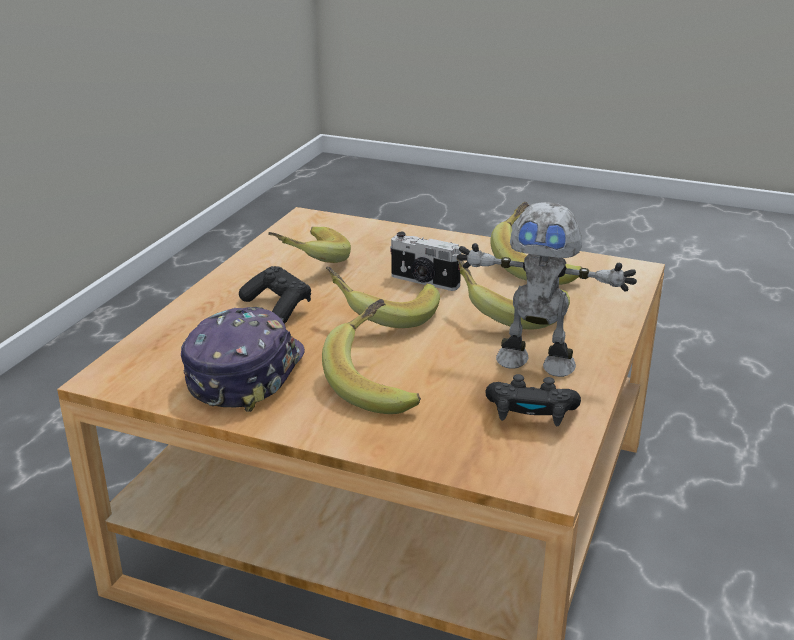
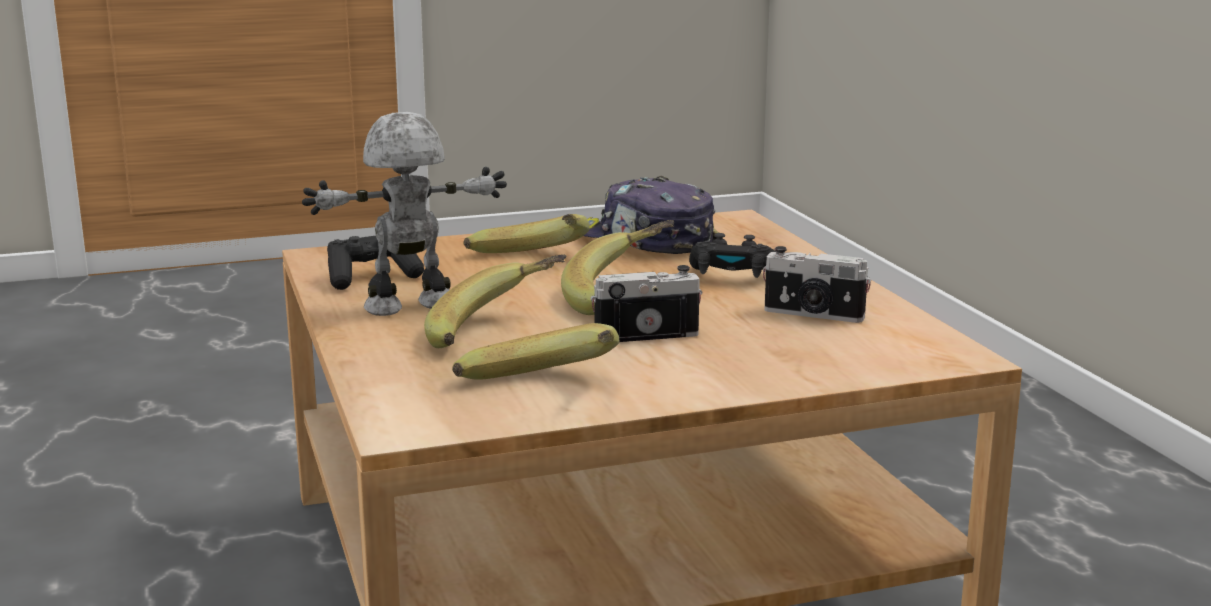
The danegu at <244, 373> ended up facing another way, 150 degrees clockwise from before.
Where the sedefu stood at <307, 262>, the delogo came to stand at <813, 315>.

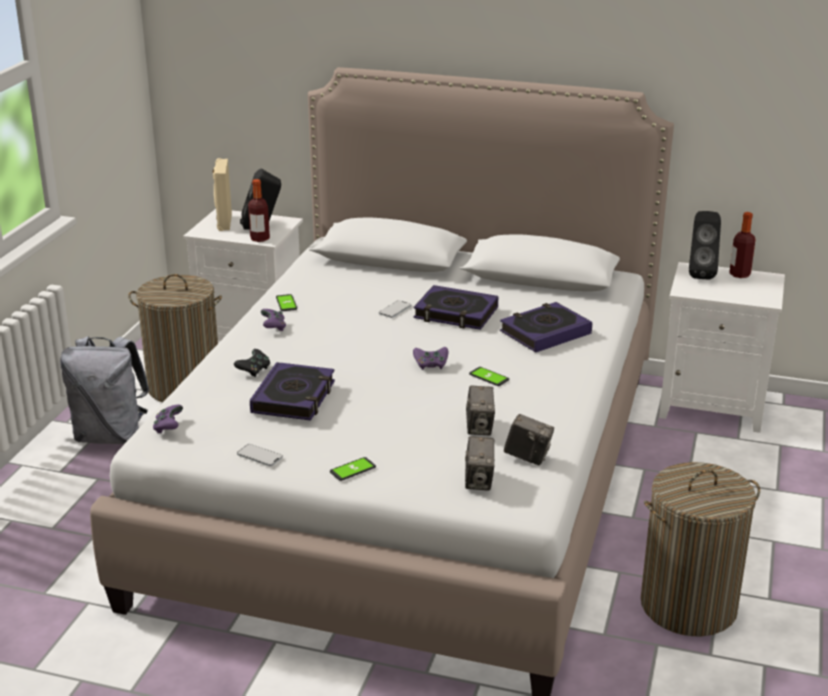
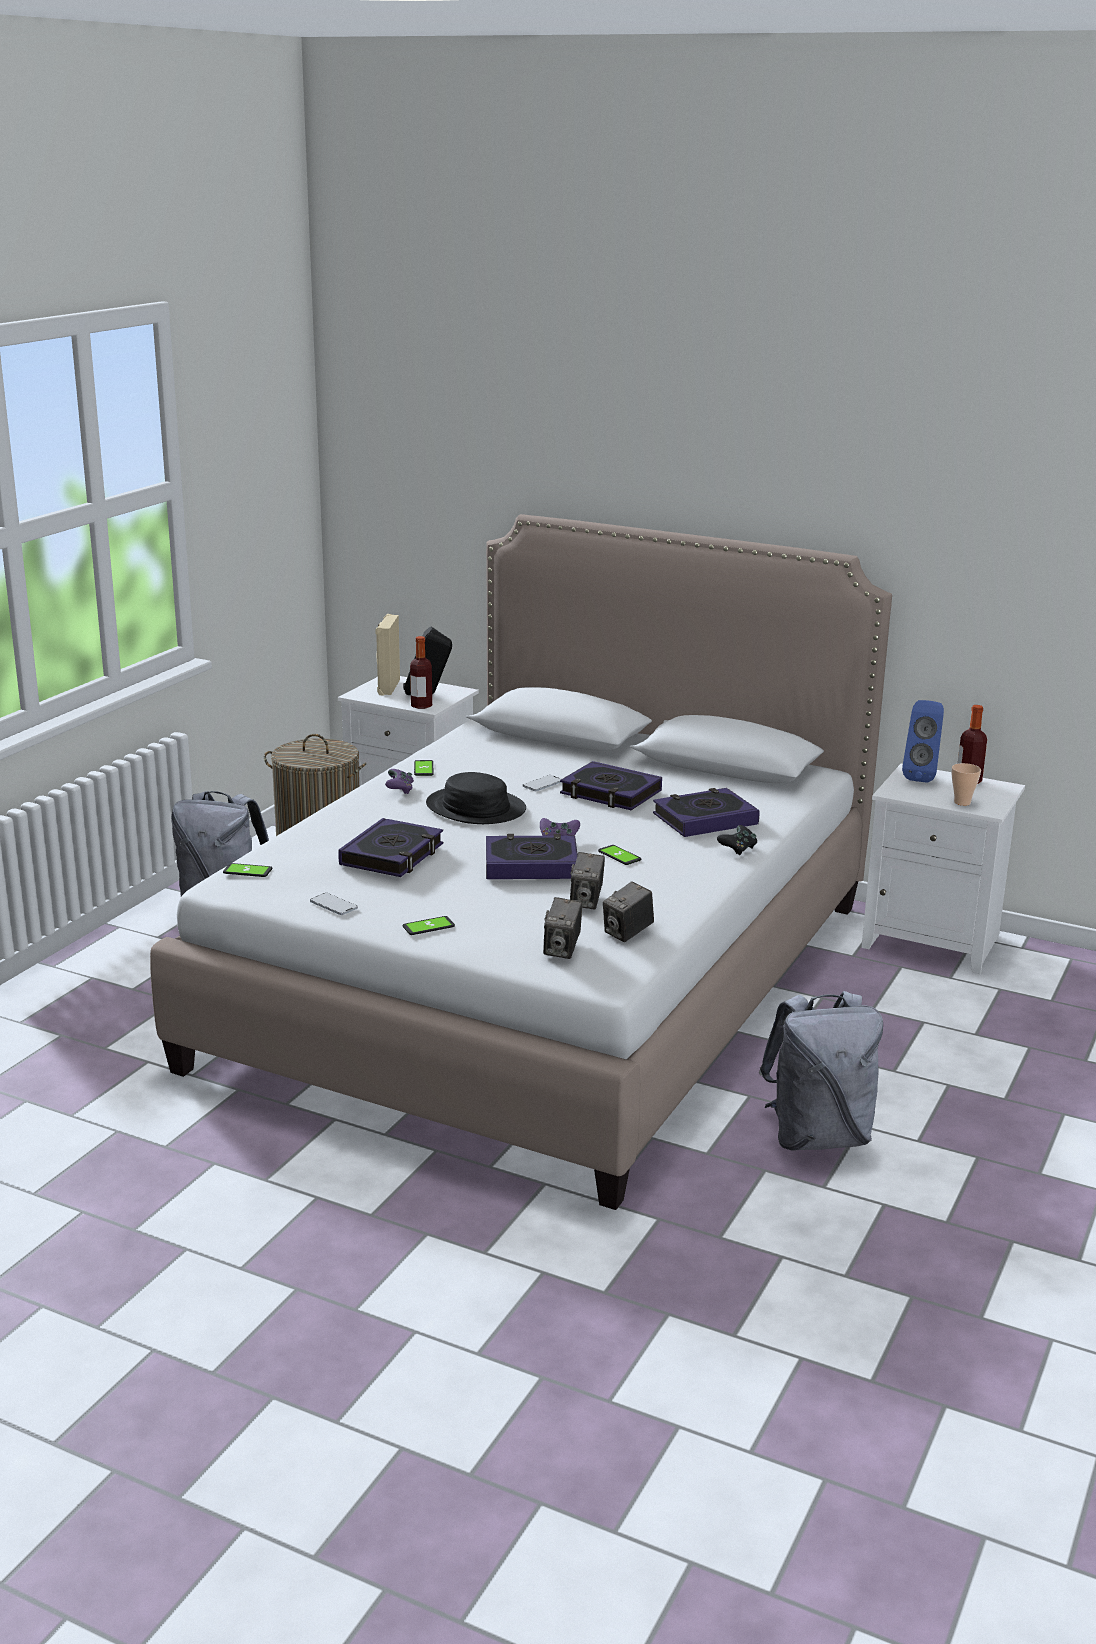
Where the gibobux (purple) stood at <168, 427>, the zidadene came to stand at <247, 871>.
The second view gained the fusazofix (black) at <475, 808>.
The second view gained the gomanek at <531, 865>.
The delogo at <527, 457> ended up facing another way, 105 degrees clockwise from before.
The gibobux (black) ended up elsewhere, having gone from <254, 370> to <738, 849>.
Where the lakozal stood at <688, 605>, the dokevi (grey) came to stand at <818, 1137>.
What was the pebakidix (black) at <700, 274> turned into the pebakidix (blue) at <921, 777>.
The second view gained the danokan at <962, 802>.

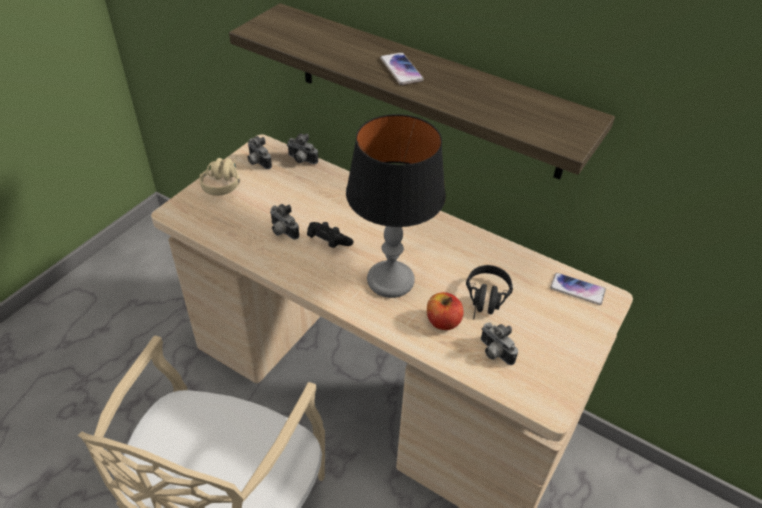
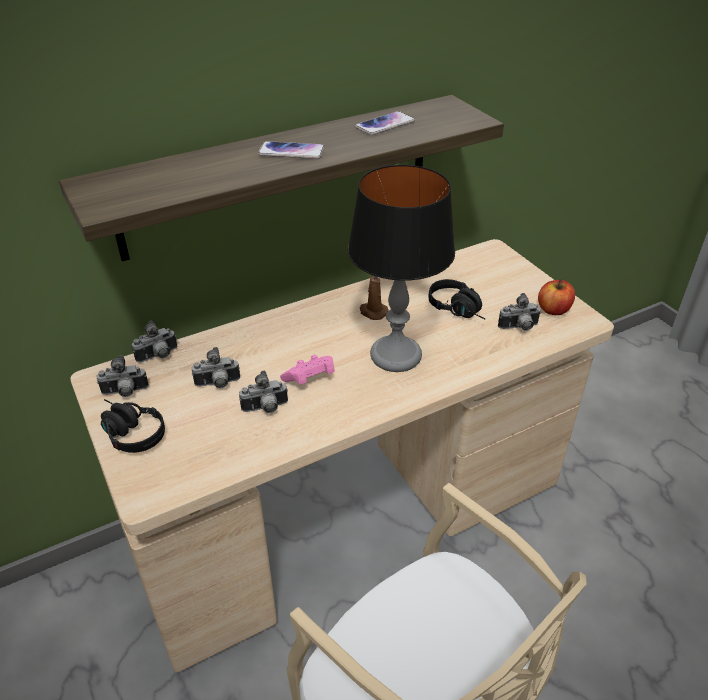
What was the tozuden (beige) at <223, 180> turned into the tozuden (black) at <128, 432>.
The second view gained the delogo at <218, 384>.
What was the gibobux (black) at <328, 242> turned into the gibobux (pink) at <310, 379>.
The zidadene ended up elsewhere, having gone from <577, 289> to <385, 124>.
The second view gained the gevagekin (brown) at <372, 312>.
The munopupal ended up elsewhere, having gone from <443, 321> to <553, 310>.

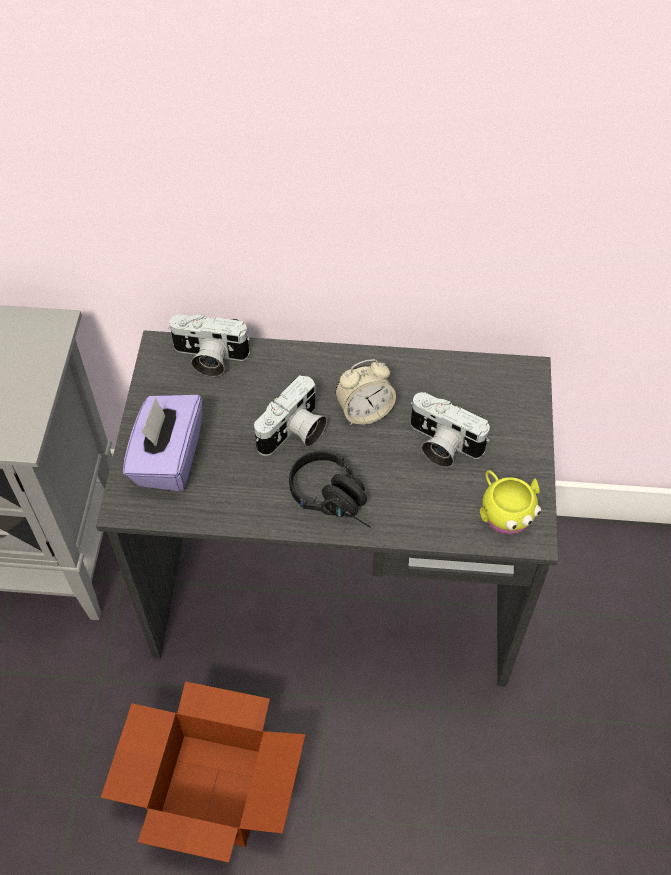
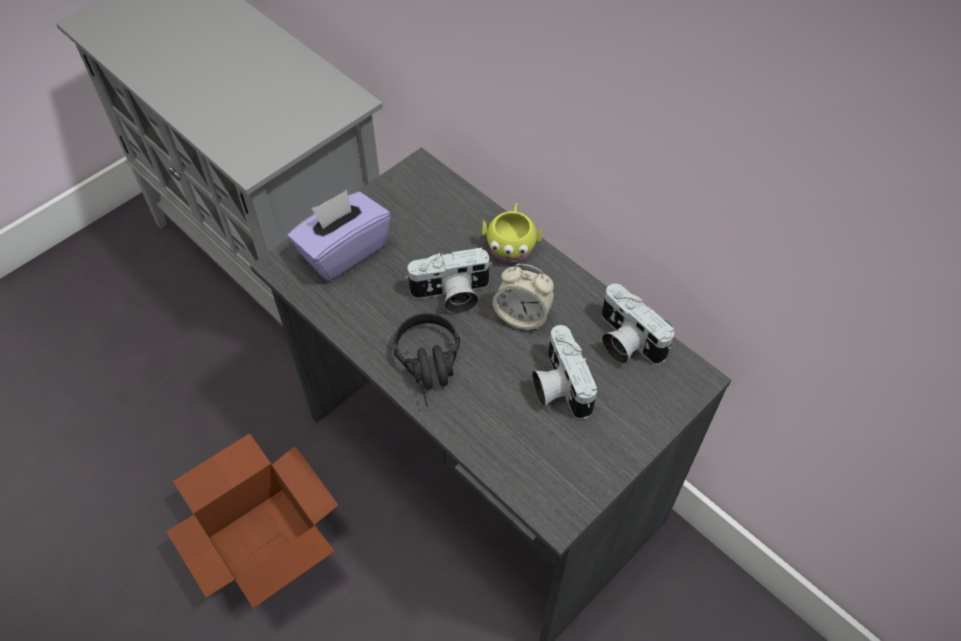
The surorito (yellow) ended up elsewhere, having gone from <504, 511> to <511, 244>.
The delogo ended up elsewhere, having gone from <209, 358> to <625, 341>.

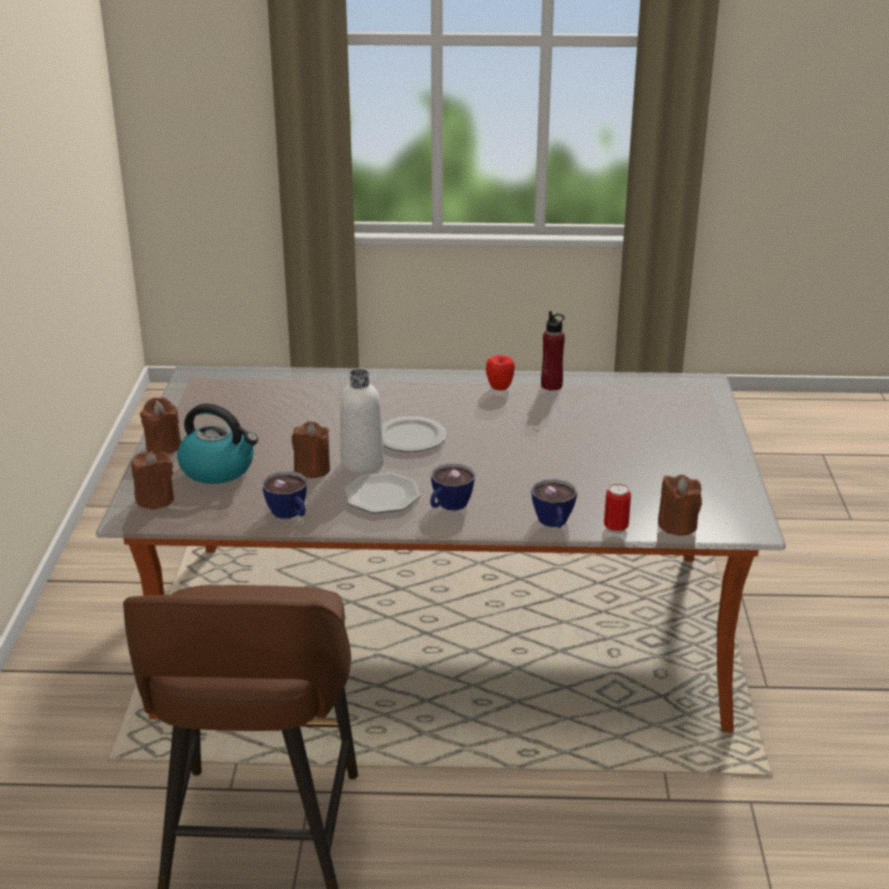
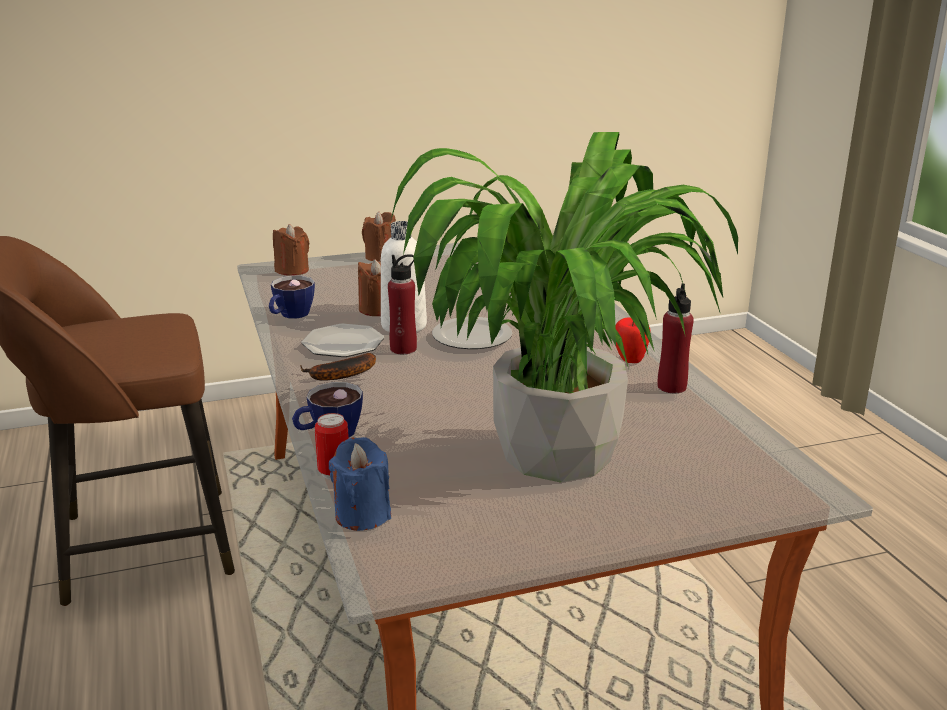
Where the danokan stood at <448, 506>, the sedefu came to stand at <339, 375>.
What was the gevagekin (brown) at <677, 525> turned into the gevagekin (blue) at <362, 515>.
The second view gained the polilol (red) at <403, 349>.
The second view gained the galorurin at <557, 455>.
The second view lost the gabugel at <218, 469>.

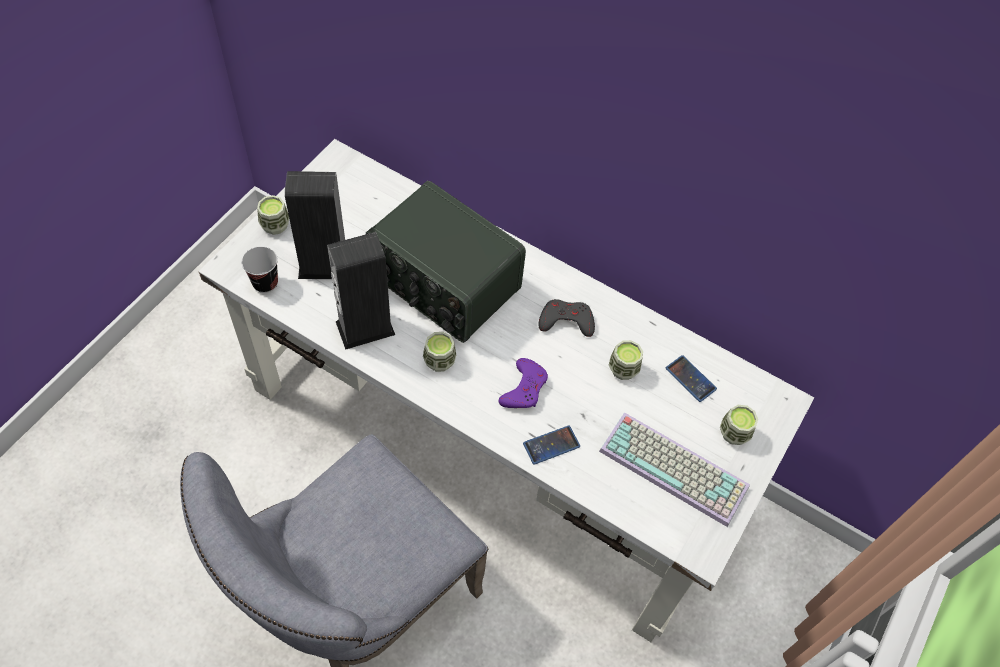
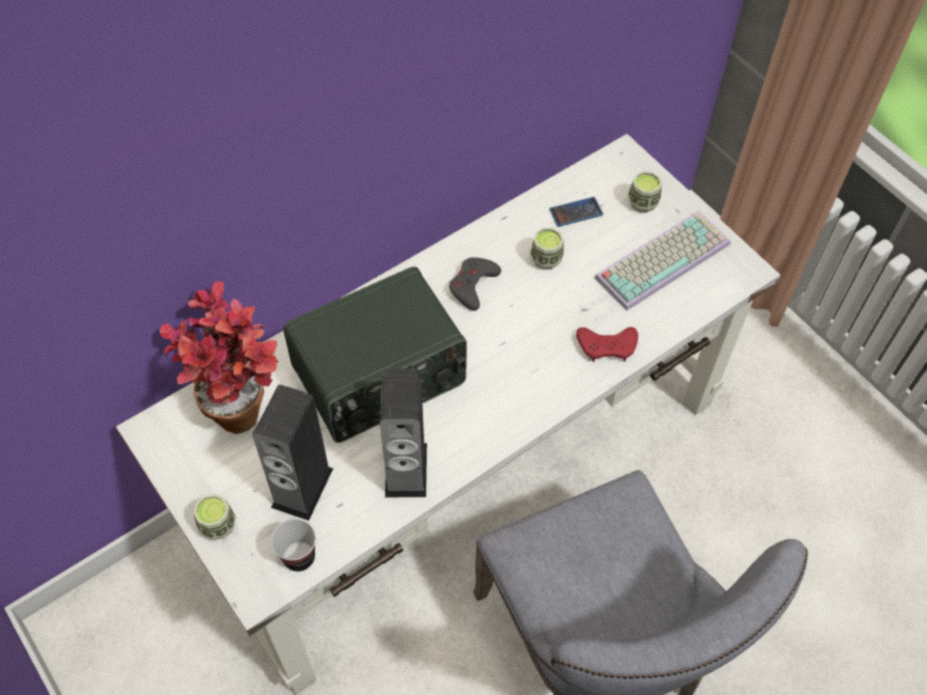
The second view gained the galorurin at <240, 403>.
Where the zidadene stood at <551, 445>, the gibobux (red) came to stand at <607, 346>.
The second view lost the danokan at <439, 361>.
The second view lost the gibobux (purple) at <524, 388>.

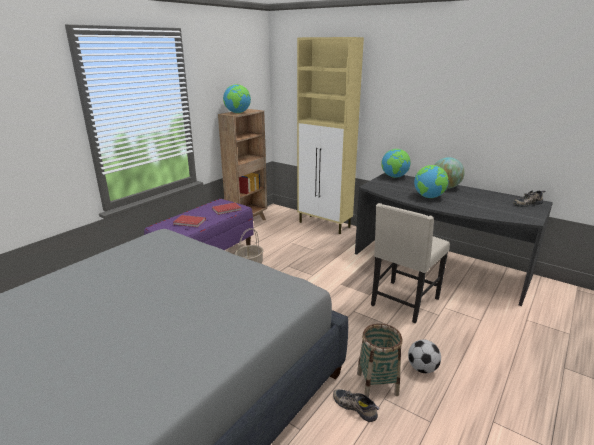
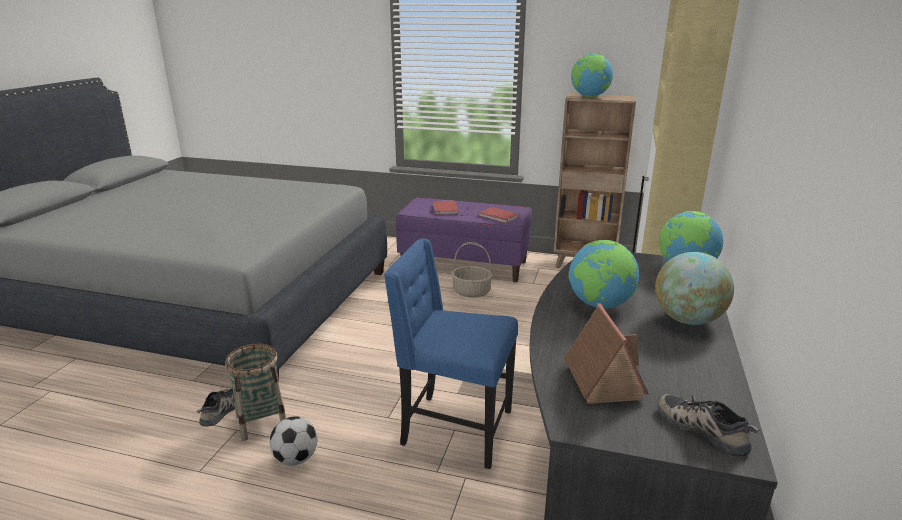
What was the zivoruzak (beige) at <403, 302> turned into the zivoruzak (blue) at <454, 428>.
The second view gained the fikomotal at <601, 379>.

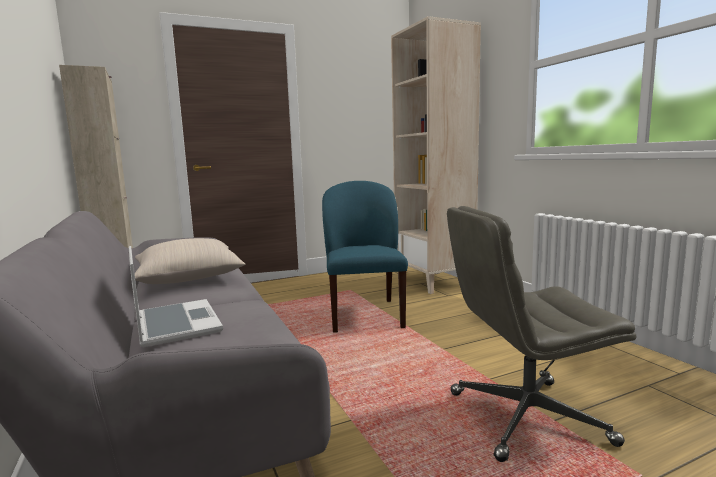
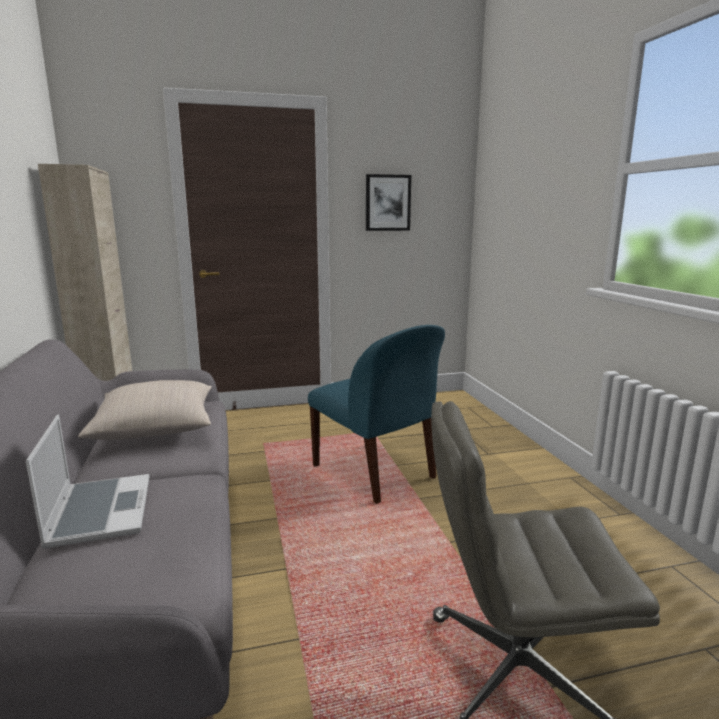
The zivoruzak (blue) at <364, 314> ended up facing another way, 135 degrees clockwise from before.
The second view gained the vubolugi at <387, 203>.
The second view lost the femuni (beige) at <435, 282>.

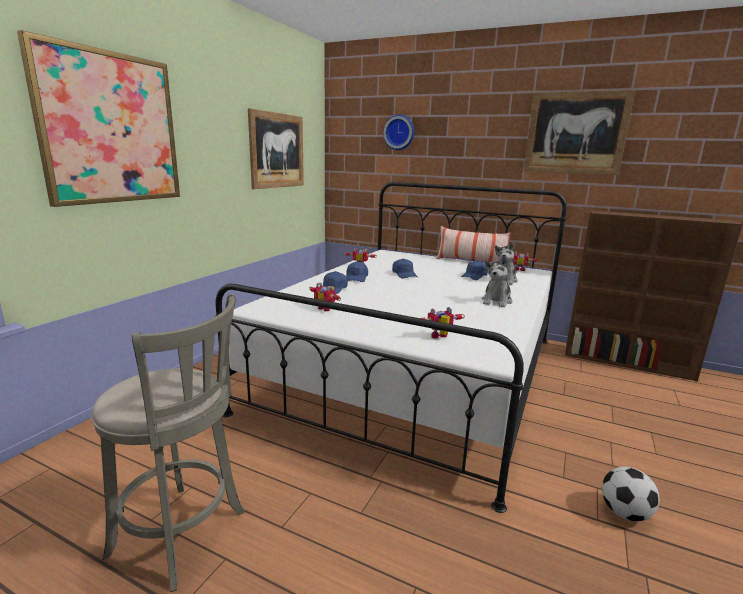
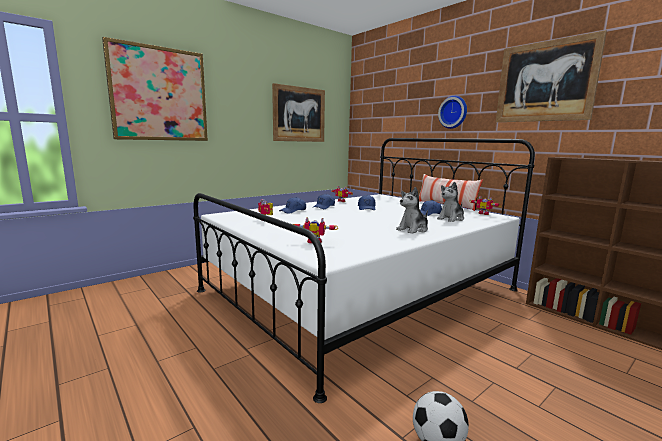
The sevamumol ended up elsewhere, having gone from <399, 132> to <453, 112>.
The second view lost the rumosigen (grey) at <183, 535>.

